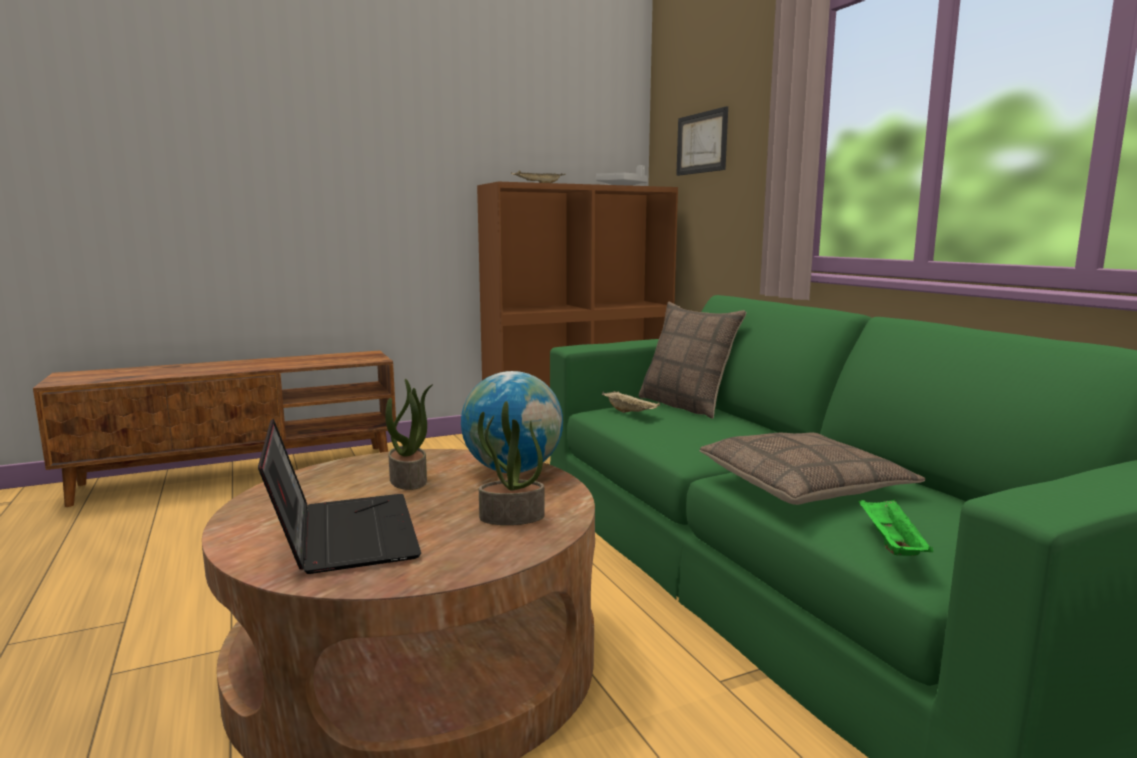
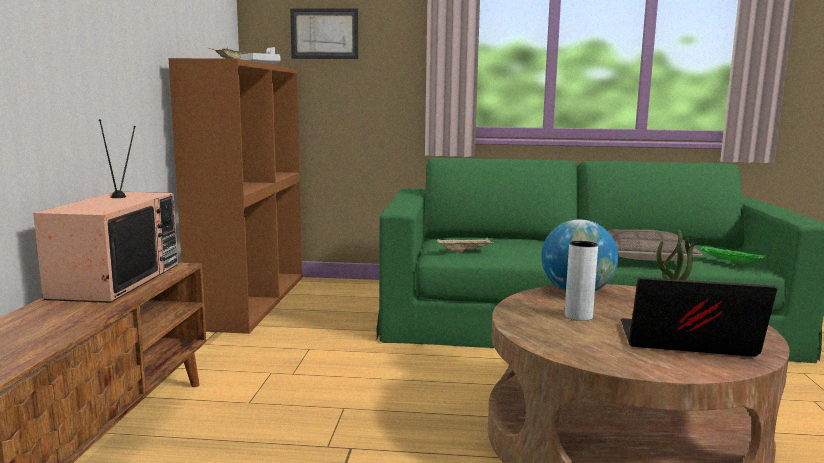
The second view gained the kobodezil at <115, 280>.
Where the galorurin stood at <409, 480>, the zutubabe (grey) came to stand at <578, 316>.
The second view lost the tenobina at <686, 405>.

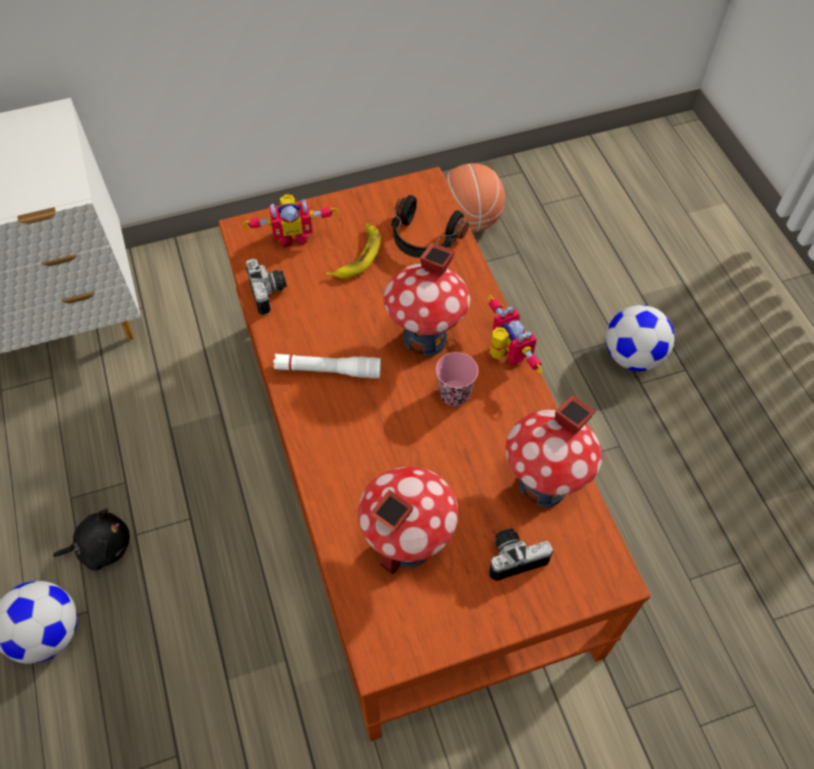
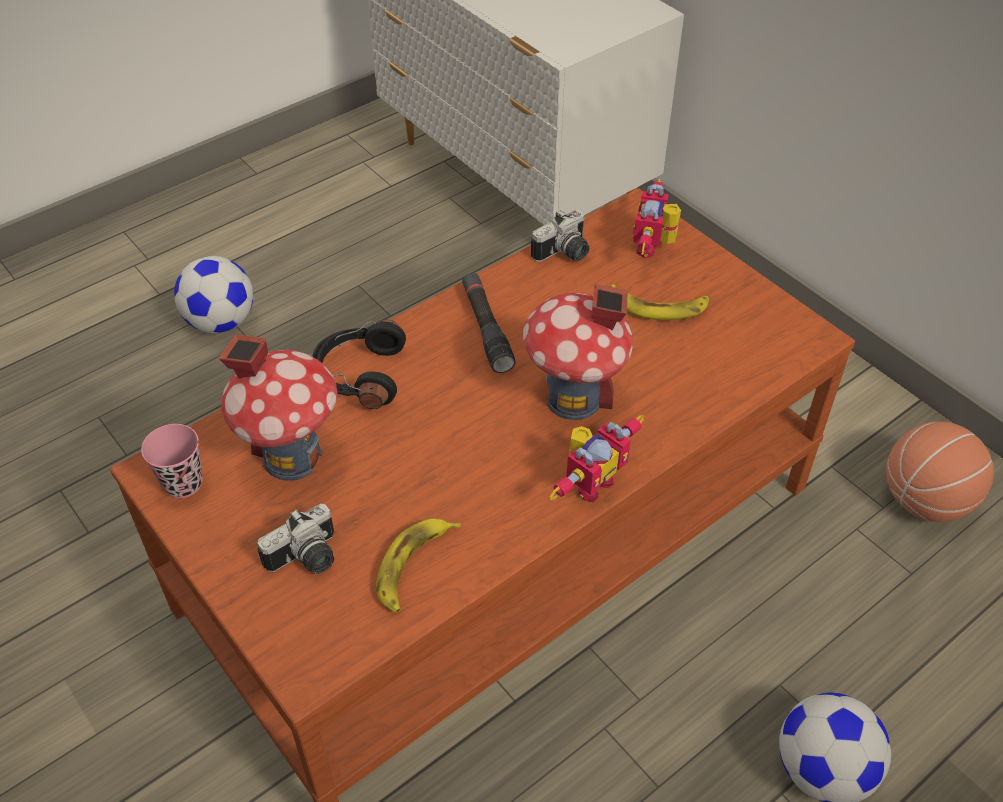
The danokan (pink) ended up elsewhere, having gone from <454, 394> to <183, 483>.
The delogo at <514, 555> ended up facing another way, 90 degrees clockwise from before.
The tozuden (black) ended up elsewhere, having gone from <424, 239> to <359, 375>.
Where the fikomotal stood at <543, 485>, the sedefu came to stand at <413, 567>.
What was the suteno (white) at <328, 370> turned into the suteno (black) at <486, 329>.
The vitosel at <293, 236> ended up facing another way, 45 degrees clockwise from before.
The second view lost the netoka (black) at <101, 547>.

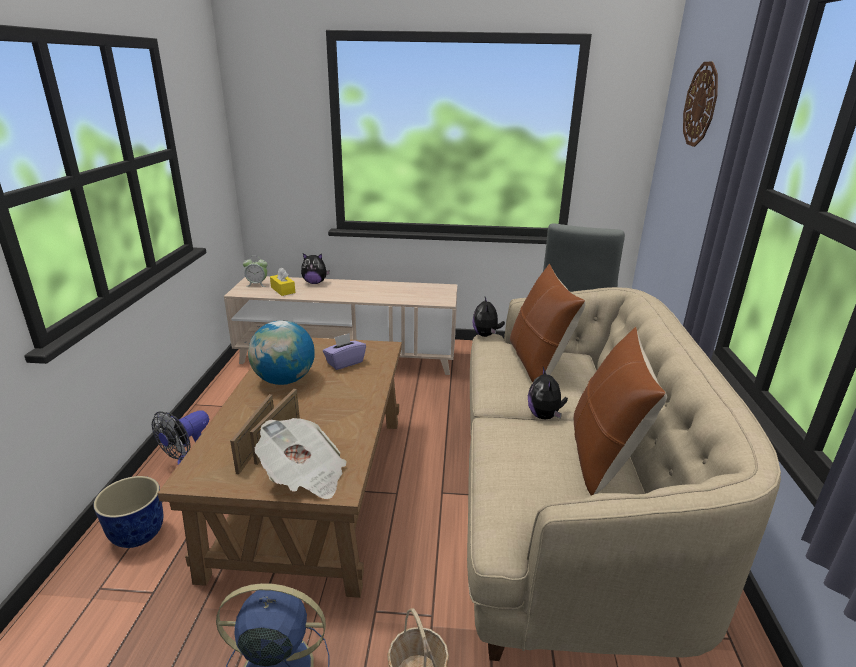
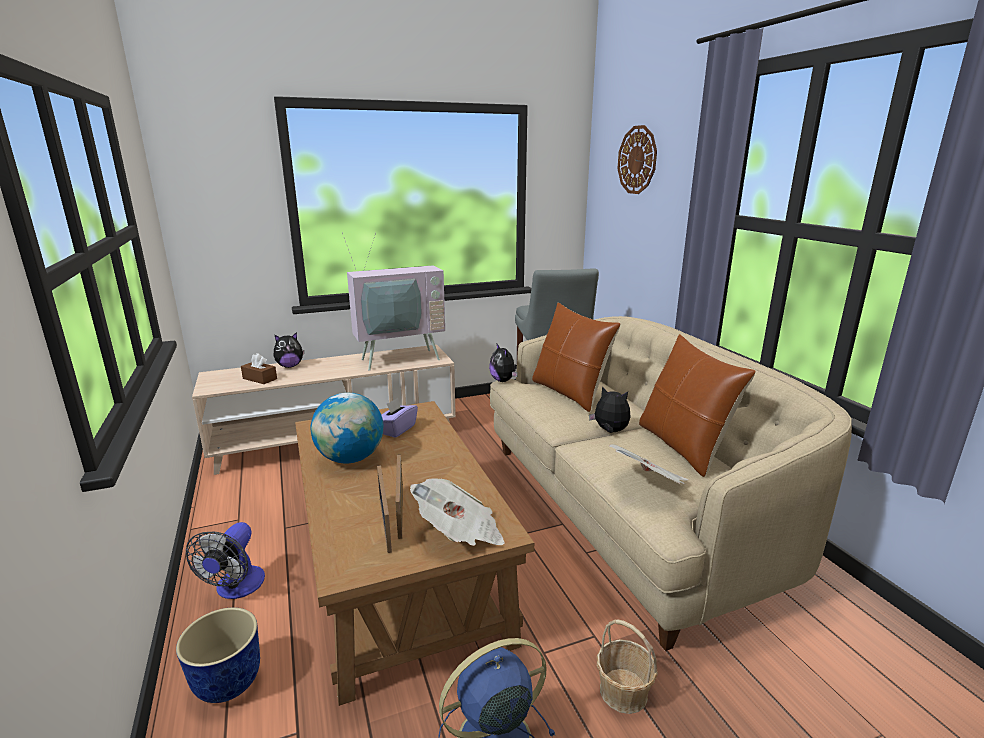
What was the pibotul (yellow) at <283, 290> turned into the pibotul (brown) at <260, 379>.
The second view gained the kobodezil at <399, 357>.
The netoka at <544, 416> ended up facing another way, 150 degrees clockwise from before.
The second view gained the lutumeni at <648, 483>.
The second view lost the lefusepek at <257, 284>.

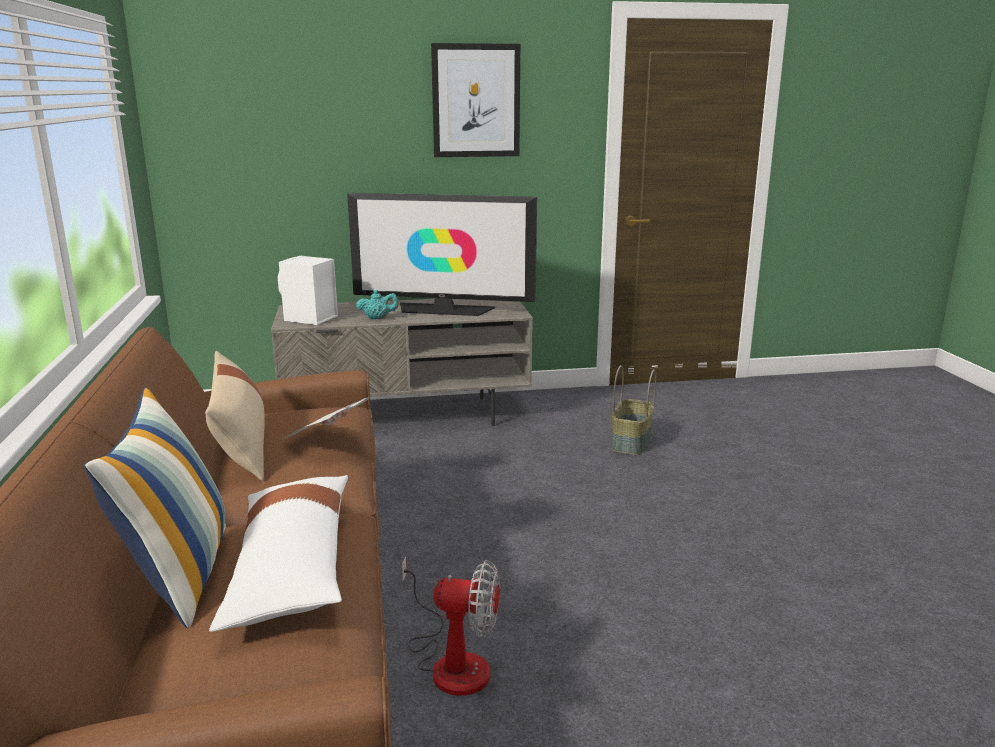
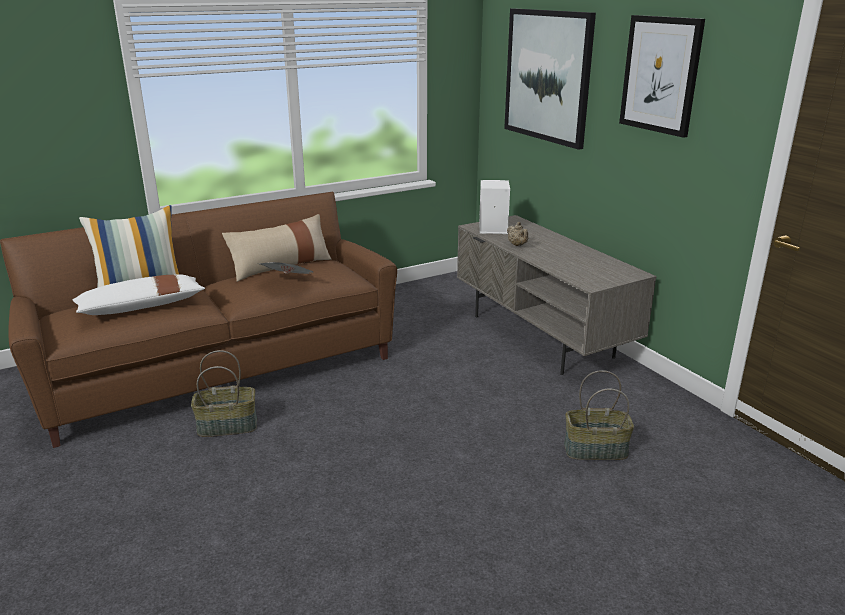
Where the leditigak stood at <452, 661>, the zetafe came to stand at <228, 426>.
The second view gained the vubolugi at <547, 76>.
What was the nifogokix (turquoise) at <378, 318> turned into the nifogokix (beige) at <517, 245>.
The second view lost the kobodezil at <443, 310>.

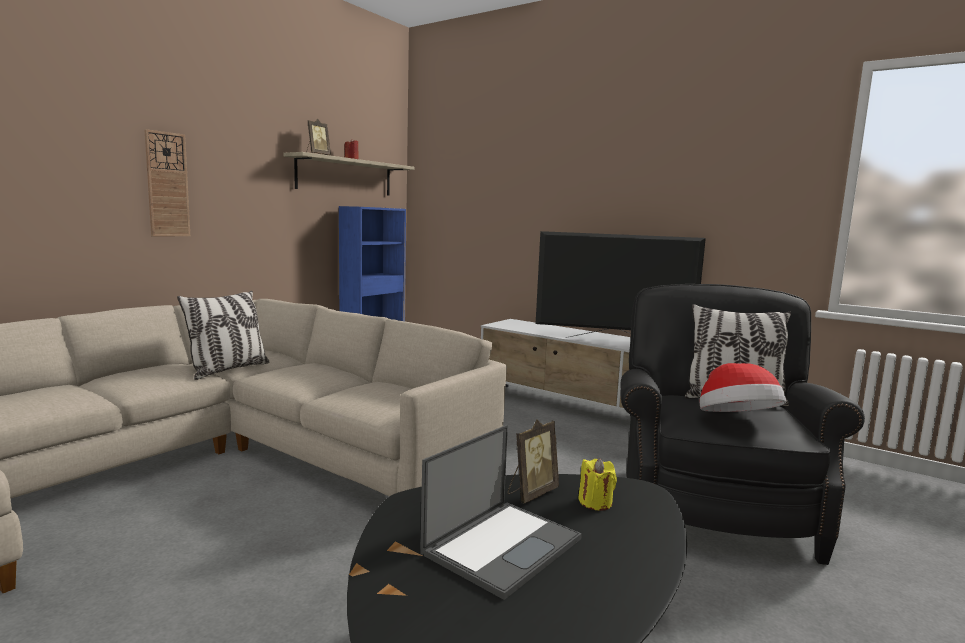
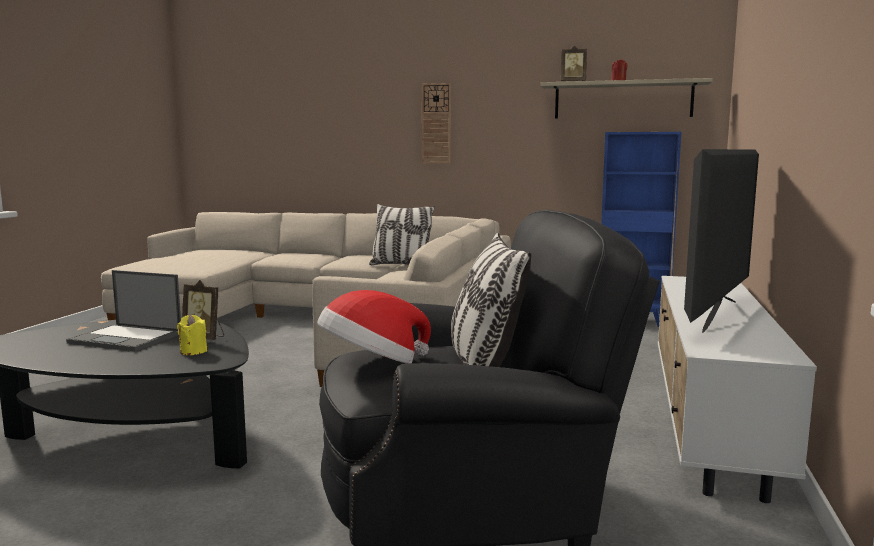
The kobodezil at <612, 340> ended up facing another way, 135 degrees counterclockwise from before.

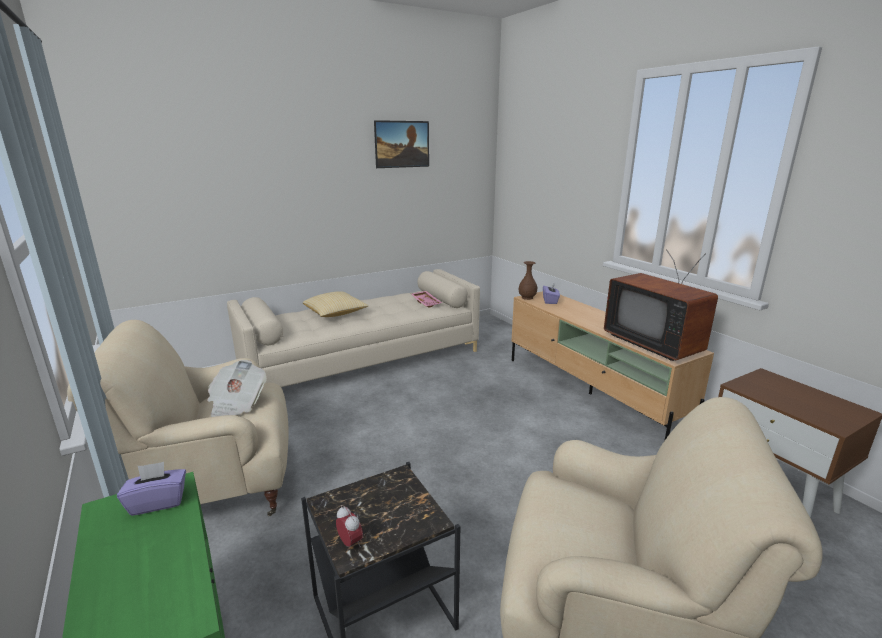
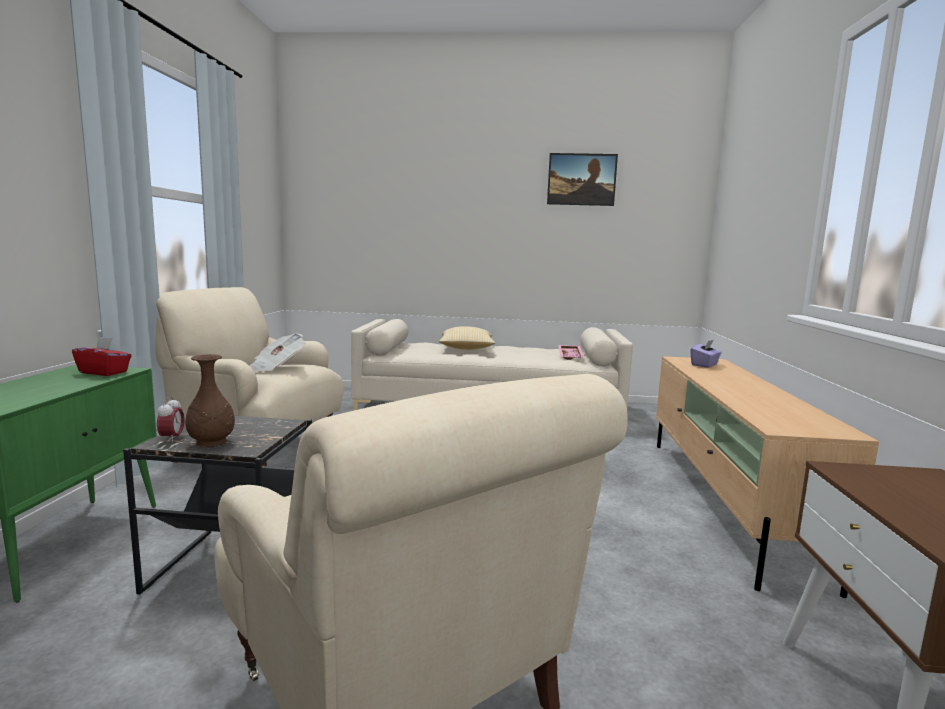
What was the pibotul (purple) at <158, 502> turned into the pibotul (red) at <104, 372>.
The zutubabe (brown) ended up elsewhere, having gone from <527, 298> to <211, 442>.
The second view lost the kobodezil at <655, 343>.

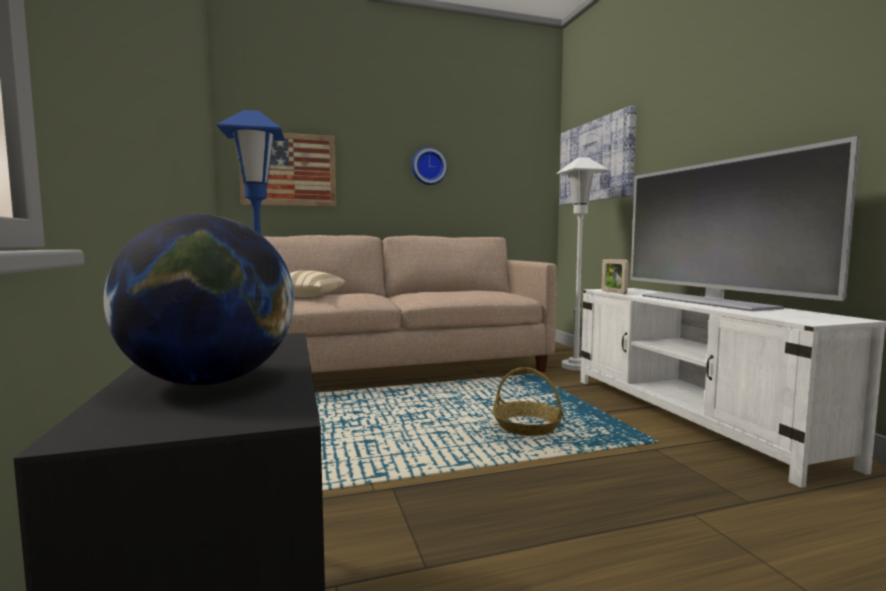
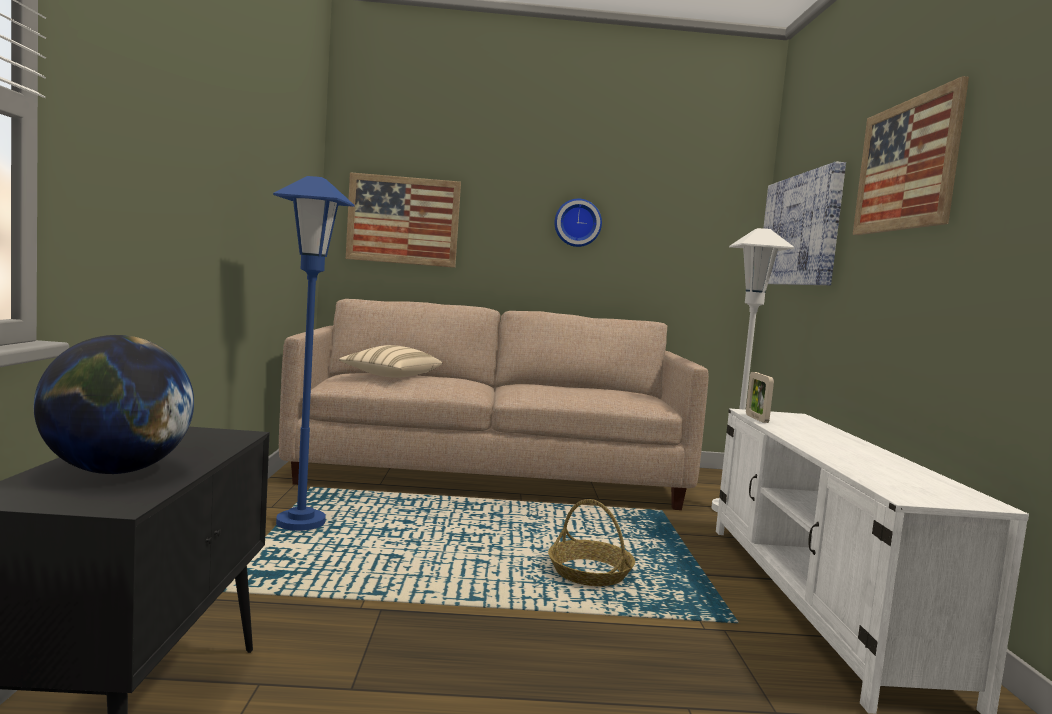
The second view gained the vubolugi at <906, 165>.
The second view lost the kobodezil at <707, 301>.

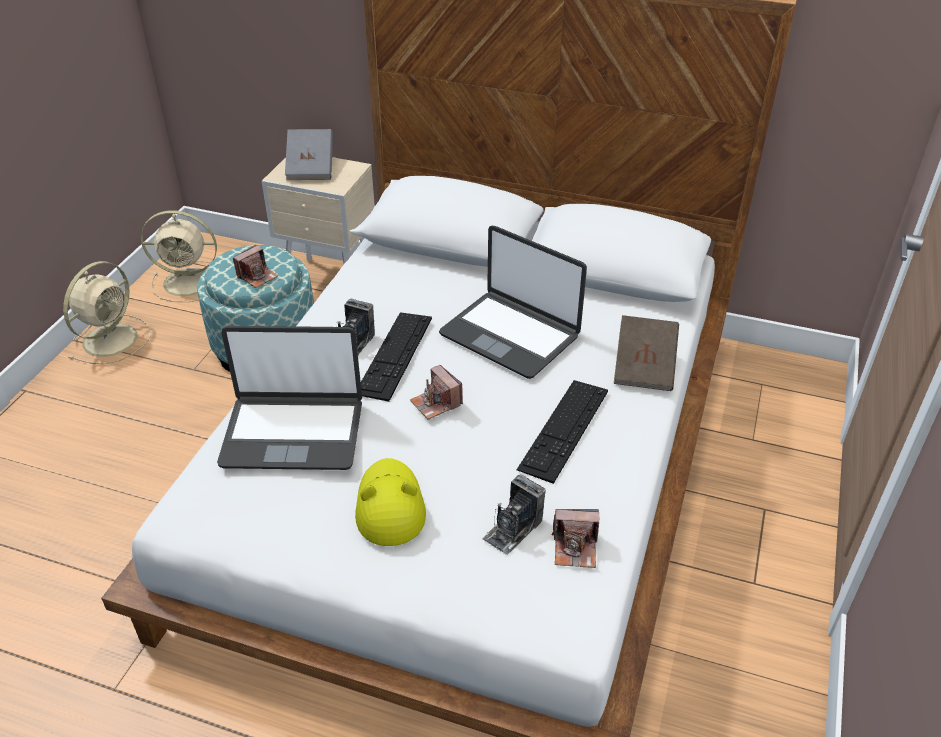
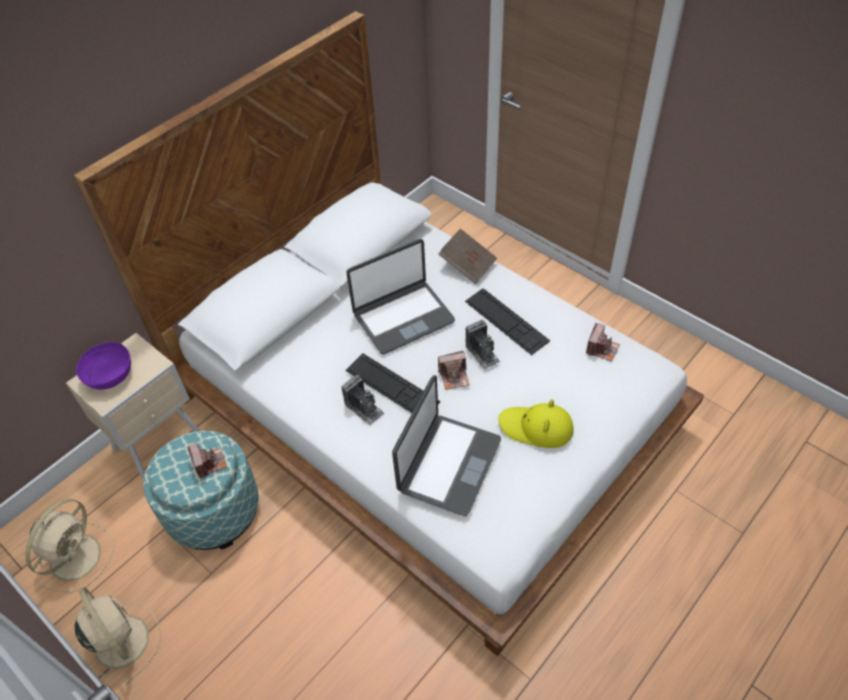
Where the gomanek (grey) stood at <311, 168>, the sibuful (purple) came to stand at <110, 375>.
The delogo ended up elsewhere, having gone from <513, 529> to <482, 353>.

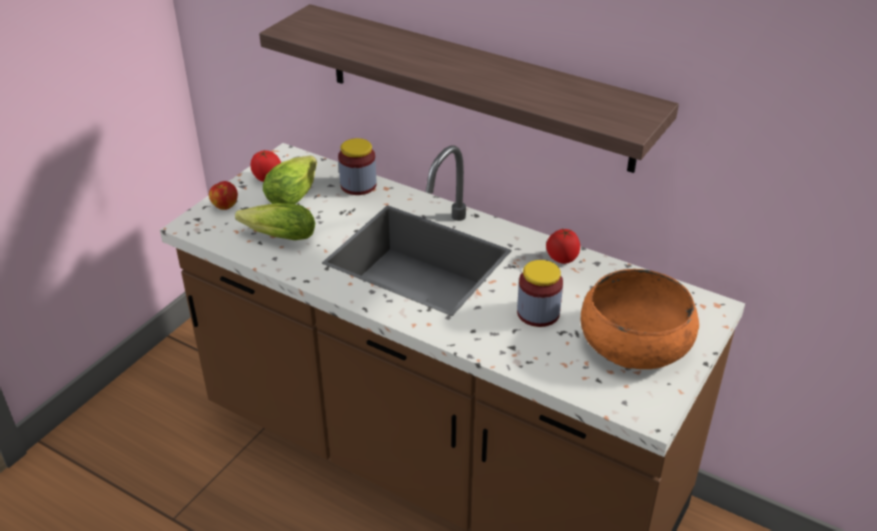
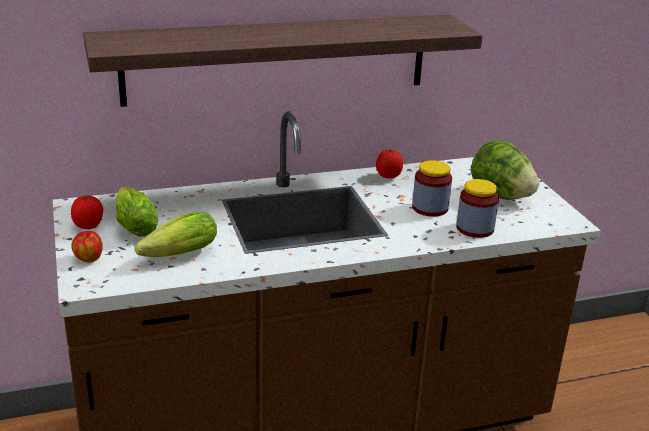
The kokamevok ended up elsewhere, having gone from <358, 185> to <475, 228>.
Where the sibuful (orange) stood at <635, 342>, the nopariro came to stand at <500, 195>.

